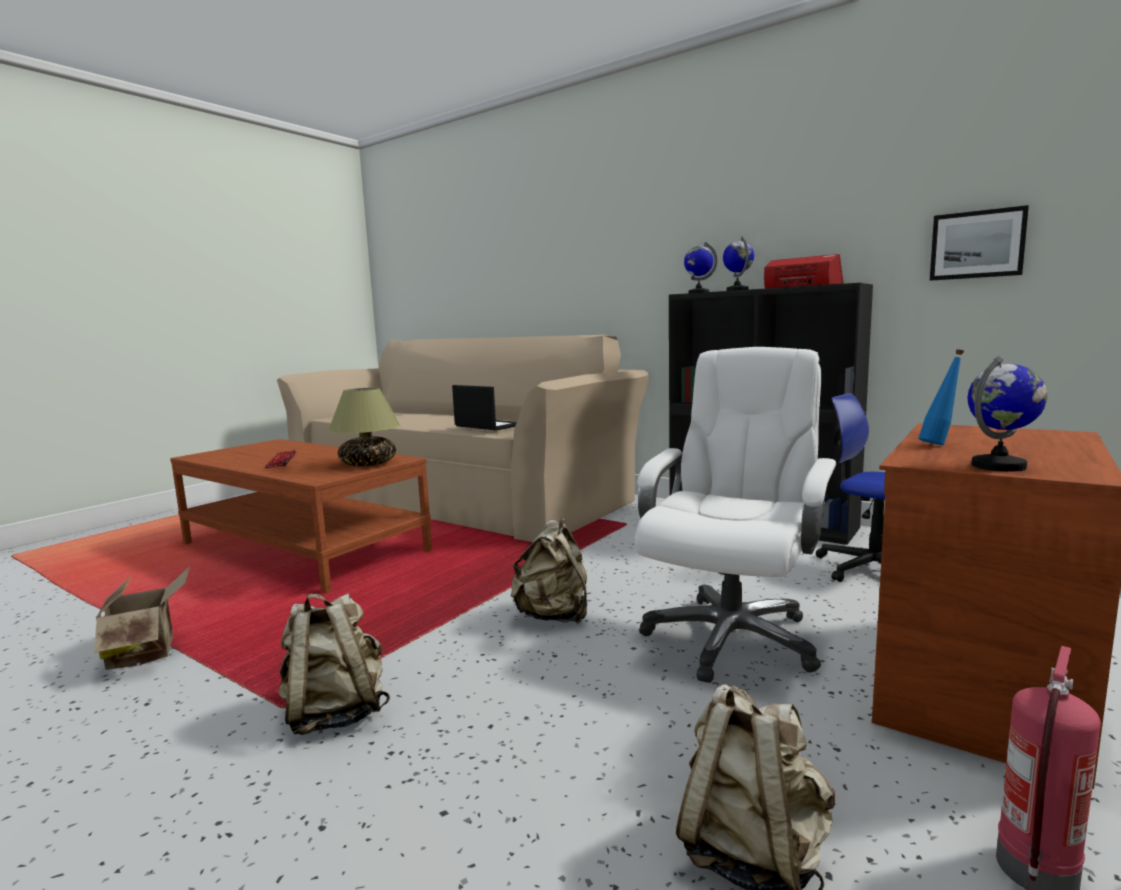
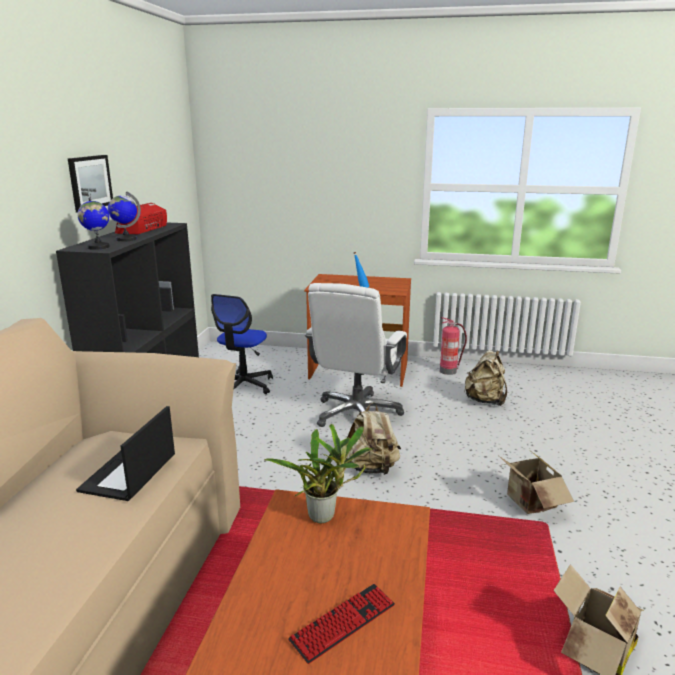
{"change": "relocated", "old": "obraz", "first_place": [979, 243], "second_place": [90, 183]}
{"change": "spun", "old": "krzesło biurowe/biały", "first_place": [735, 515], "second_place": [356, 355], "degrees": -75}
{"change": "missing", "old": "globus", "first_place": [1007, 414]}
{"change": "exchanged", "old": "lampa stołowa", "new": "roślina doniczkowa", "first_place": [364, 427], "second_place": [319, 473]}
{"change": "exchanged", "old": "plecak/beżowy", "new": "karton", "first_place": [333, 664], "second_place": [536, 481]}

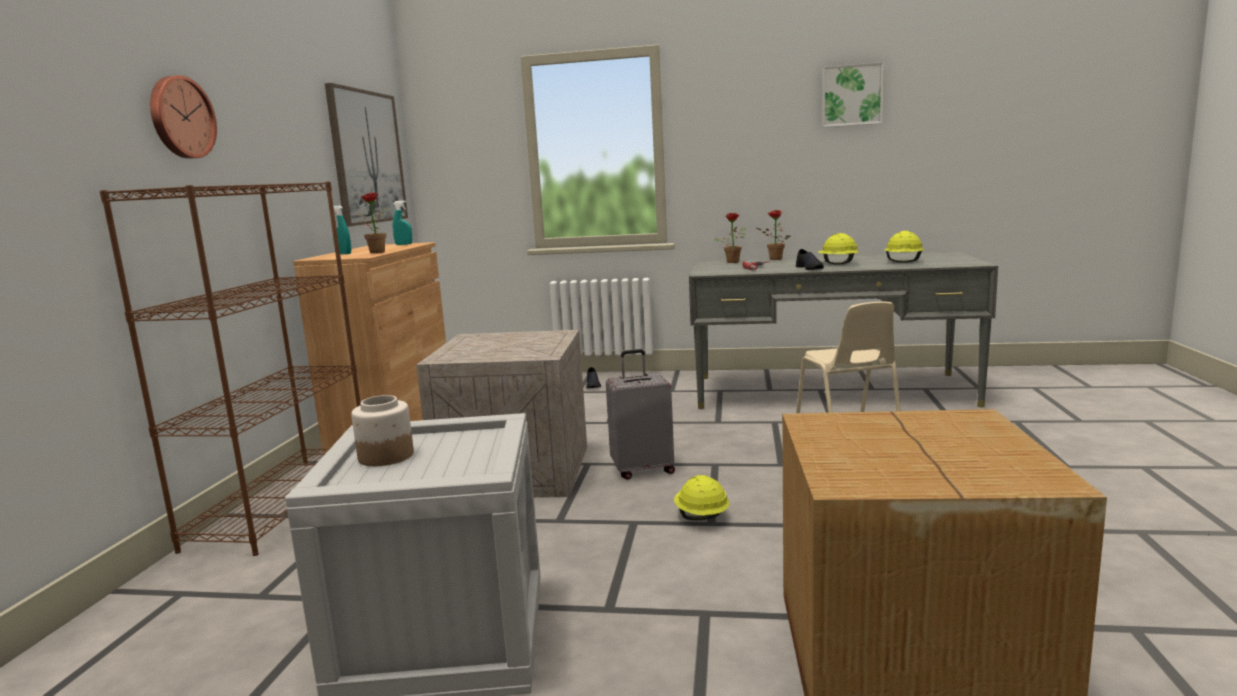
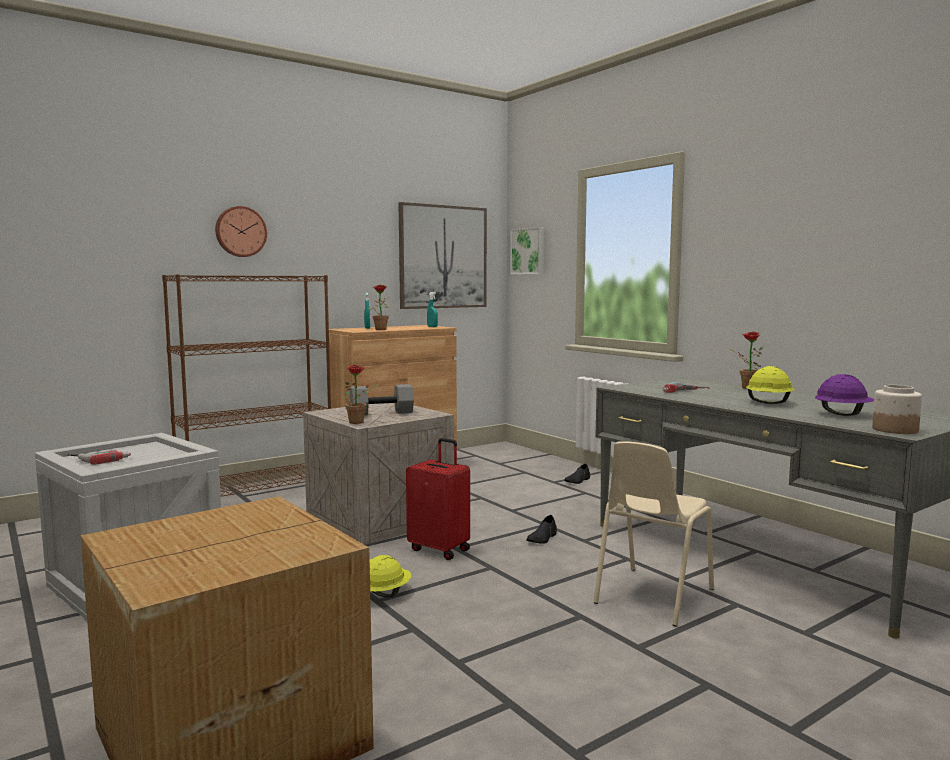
{"change": "relocated", "old": "obraz", "first_place": [853, 95], "second_place": [527, 251]}
{"change": "relocated", "old": "roślina doniczkowa", "first_place": [730, 238], "second_place": [361, 394]}
{"change": "colour", "old": "kask/żółty", "new": "kask/fioletowy", "first_place": [904, 247], "second_place": [844, 395]}
{"change": "relocated", "old": "but/czarny", "first_place": [810, 259], "second_place": [541, 529]}
{"change": "colour", "old": "walizka/szary", "new": "walizka/czerwony", "first_place": [640, 414], "second_place": [438, 499]}
{"change": "relocated", "old": "słoik", "first_place": [382, 430], "second_place": [897, 409]}
{"change": "appeared", "new": "hantel/szary", "second_place": [382, 399]}
{"change": "appeared", "new": "wiertarka", "second_place": [99, 457]}

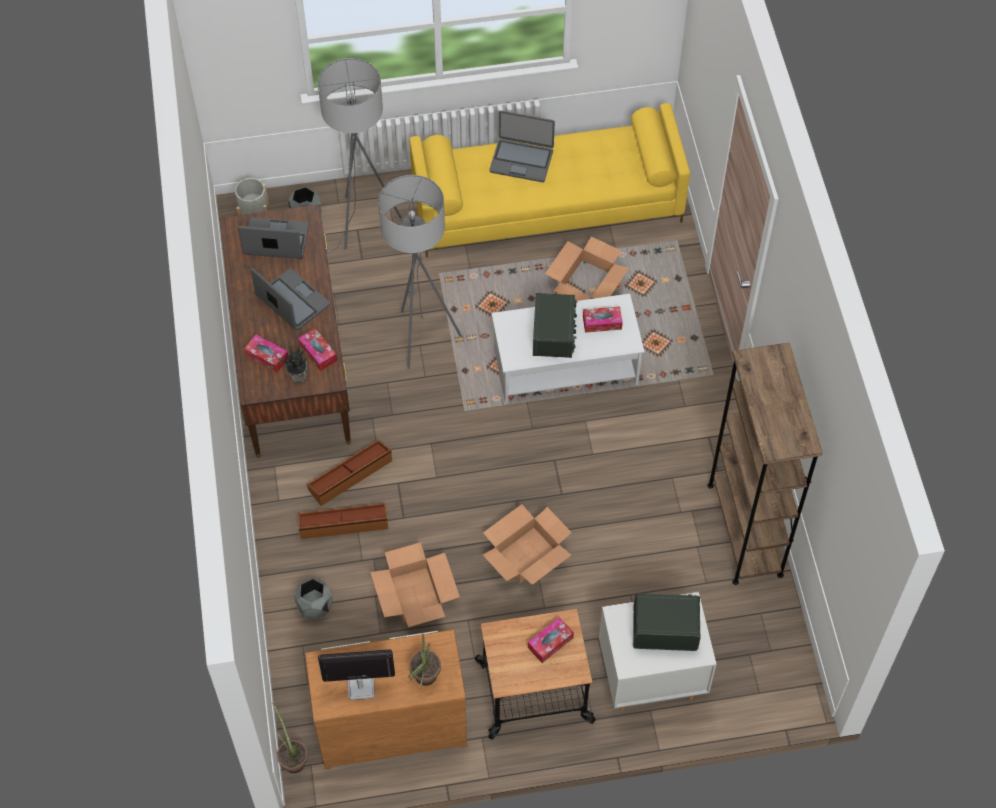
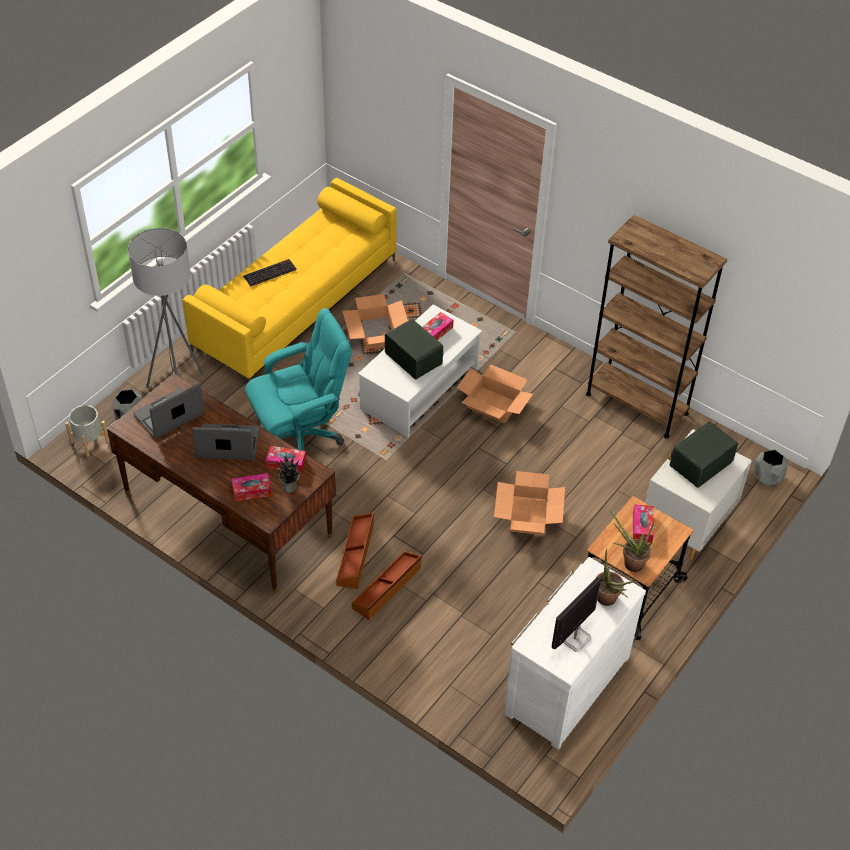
{"change": "exchanged", "old": "laptop", "new": "klawiatura", "first_place": [522, 146], "second_place": [270, 273]}
{"change": "exchanged", "old": "lampa stojąca/szary", "new": "krzesło biurowe/turkusowy", "first_place": [420, 272], "second_place": [298, 379]}
{"change": "relocated", "old": "karton", "first_place": [415, 584], "second_place": [494, 393]}
{"change": "relocated", "old": "donica/szary", "first_place": [313, 598], "second_place": [770, 468]}
{"change": "colour", "old": "komoda/brązowy", "new": "komoda/biały", "first_place": [386, 700], "second_place": [575, 653]}
{"change": "relocated", "old": "roślina doniczkowa", "first_place": [290, 738], "second_place": [632, 541]}

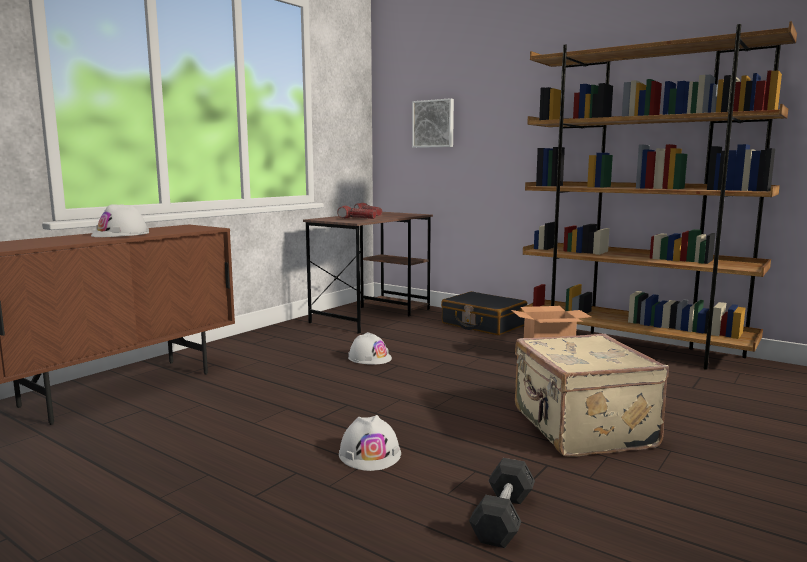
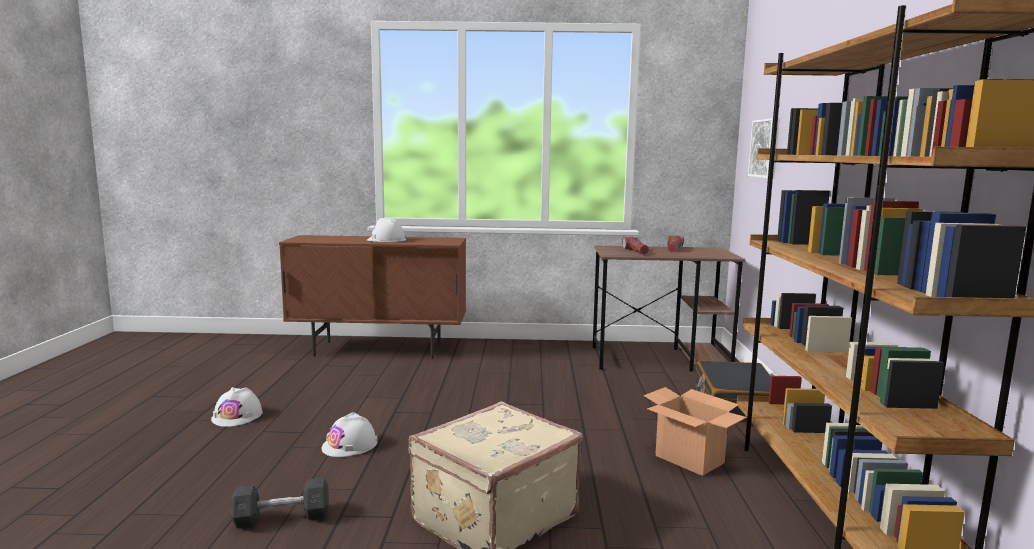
{"change": "relocated", "old": "kask/biały", "first_place": [370, 348], "second_place": [237, 407]}

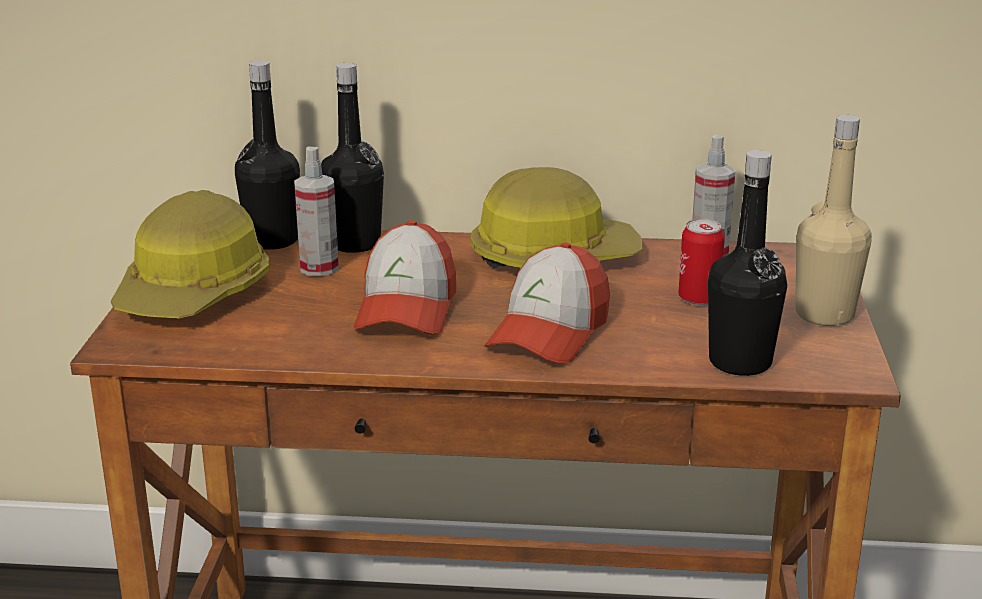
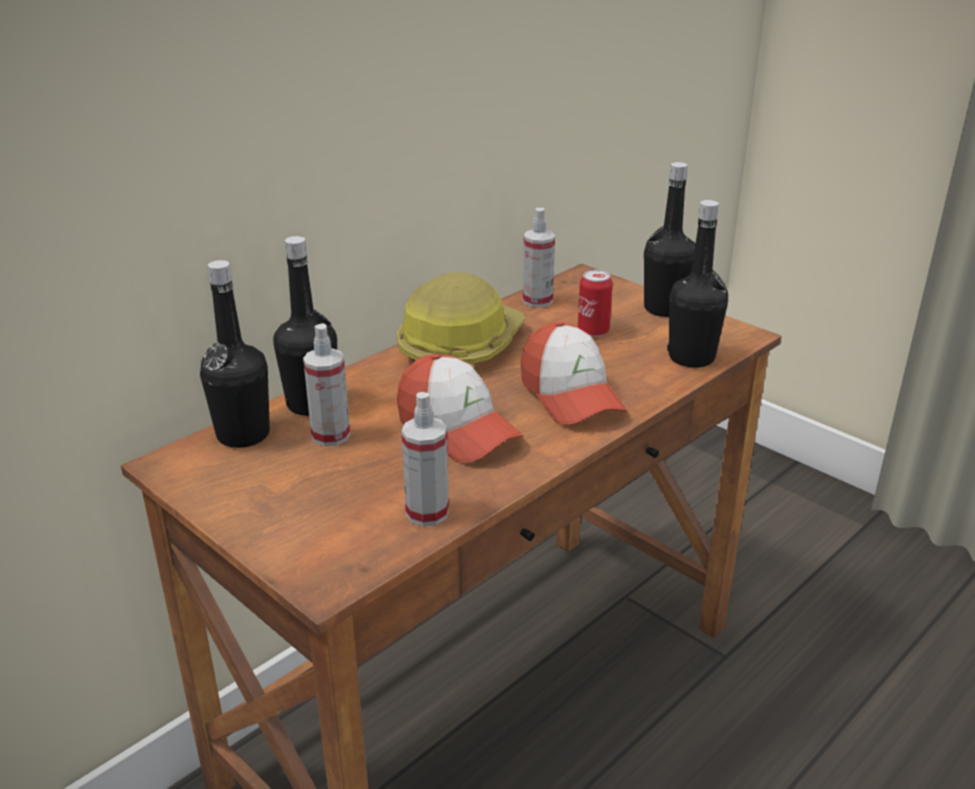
{"change": "colour", "old": "butelka/beżowy", "new": "butelka/czarny", "first_place": [833, 220], "second_place": [669, 239]}
{"change": "missing", "old": "kask", "first_place": [190, 254]}
{"change": "appeared", "new": "spryskiwacz", "second_place": [425, 459]}

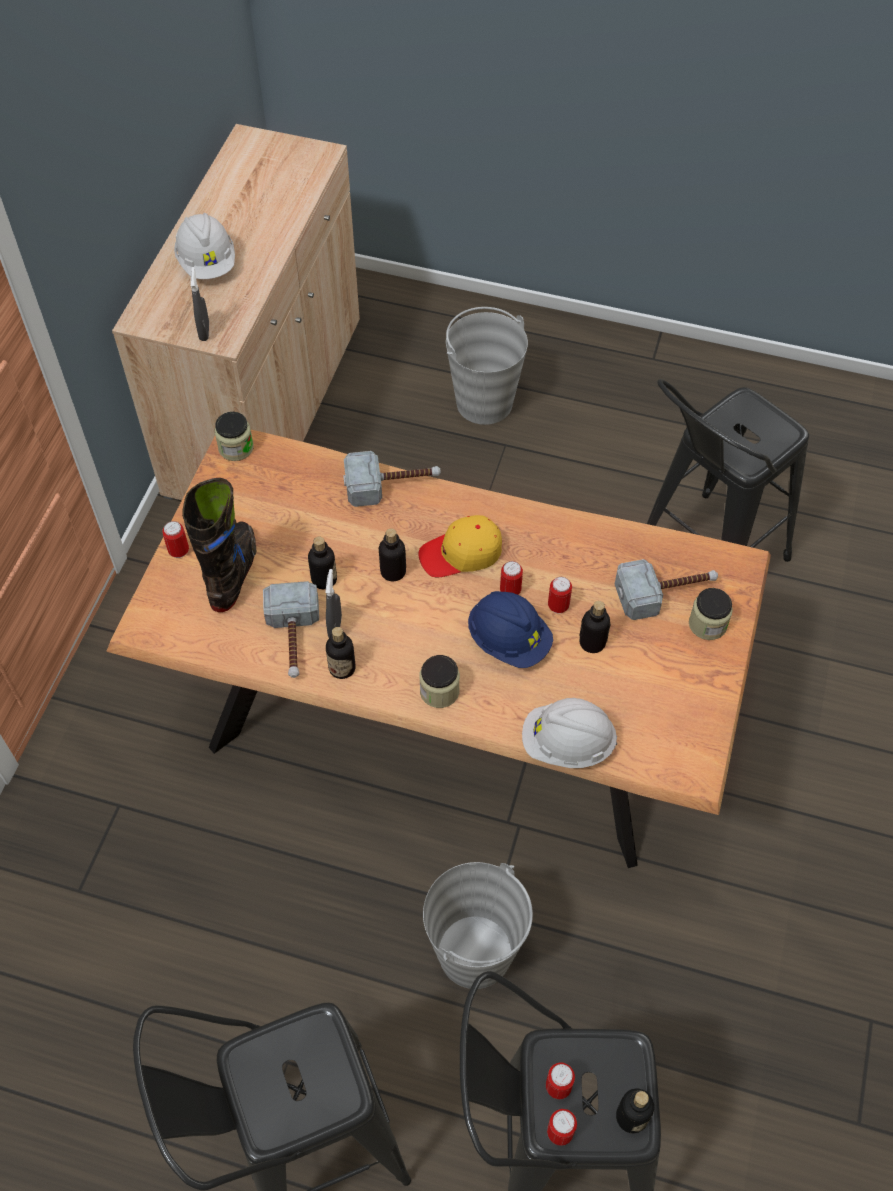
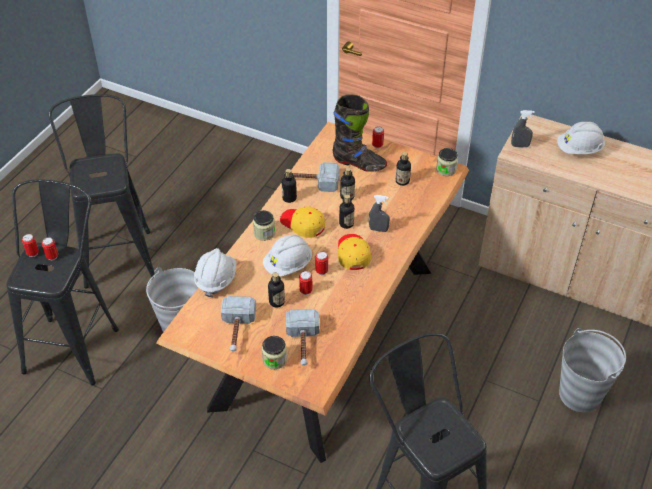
{"change": "relocated", "old": "młotek", "first_place": [392, 479], "second_place": [238, 324]}
{"change": "relocated", "old": "spryskiwacz/szary", "first_place": [333, 603], "second_place": [379, 213]}
{"change": "colour", "old": "kask/niebieski", "new": "kask/biały", "first_place": [510, 629], "second_place": [287, 255]}
{"change": "relocated", "old": "butelka", "first_place": [635, 1110], "second_place": [403, 169]}
{"change": "appeared", "new": "czapka z daszkiem/żółty", "second_place": [302, 222]}

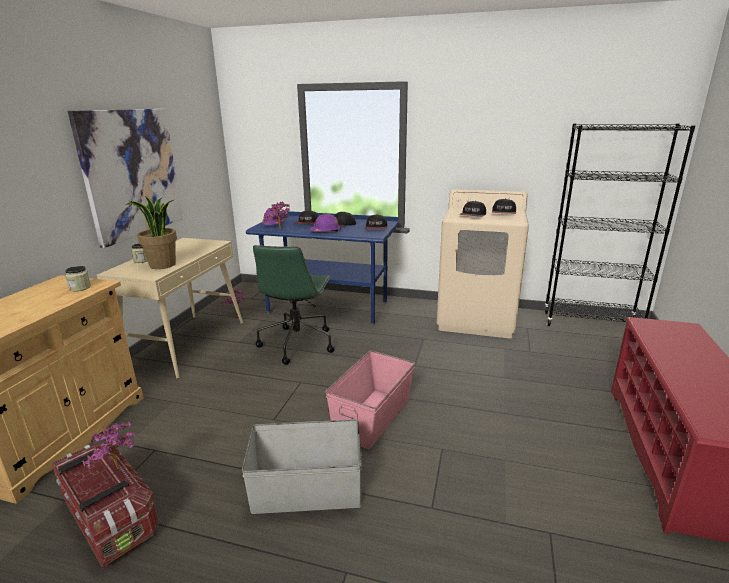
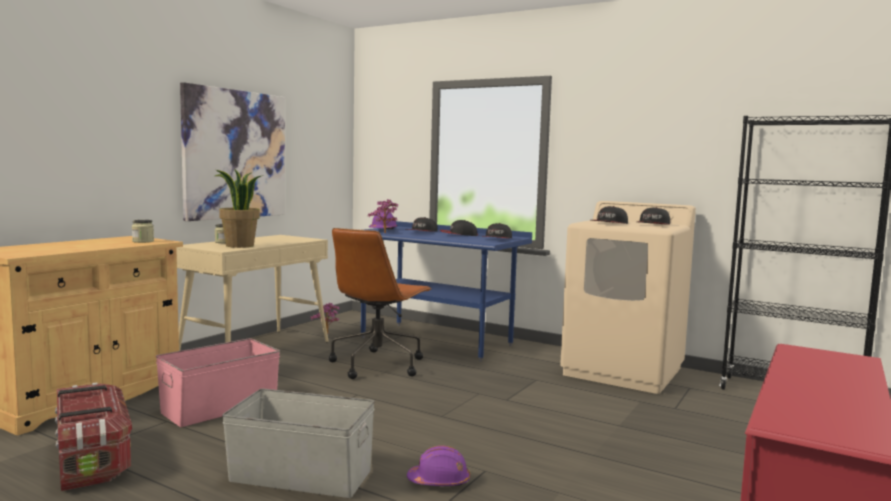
{"change": "relocated", "old": "kask/fioletowy", "first_place": [325, 223], "second_place": [438, 465]}
{"change": "colour", "old": "krzesło biurowe/zielony", "new": "krzesło biurowe/brązowy", "first_place": [293, 305], "second_place": [380, 303]}
{"change": "relocated", "old": "pojemnik do przechowywania/różowy", "first_place": [370, 400], "second_place": [218, 382]}
{"change": "missing", "old": "roślina doniczkowa", "first_place": [108, 445]}

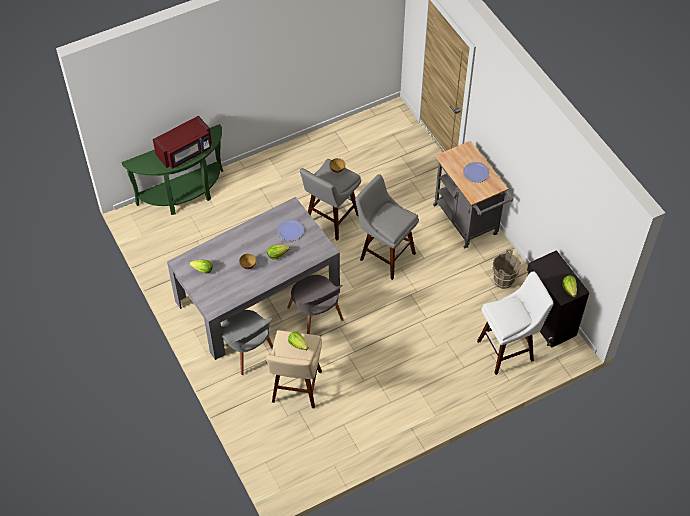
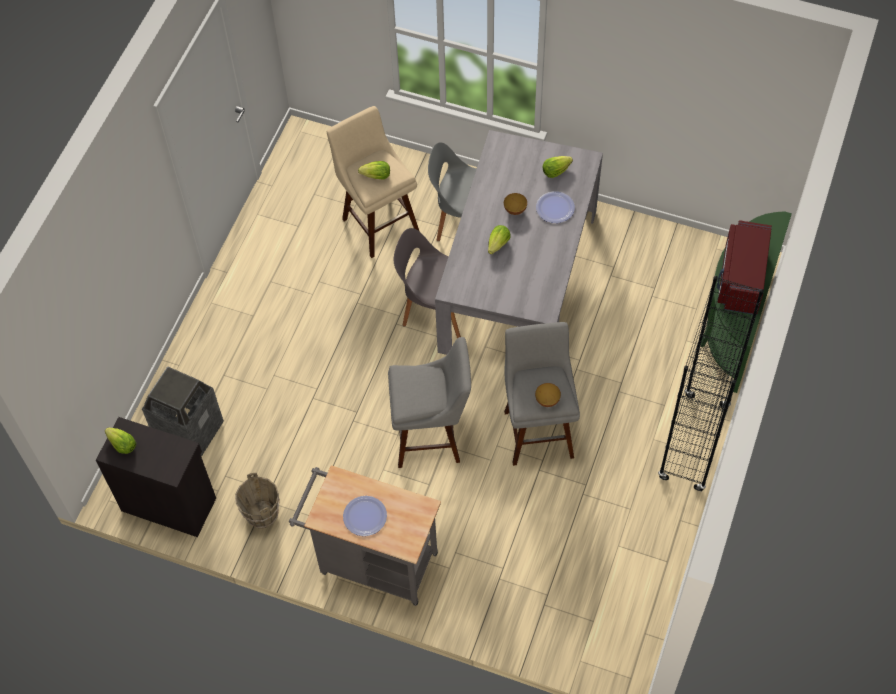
{"change": "relocated", "old": "talerz", "first_place": [290, 230], "second_place": [555, 207]}
{"change": "exchanged", "old": "stołek/biały", "new": "kosz na śmieci", "first_place": [515, 323], "second_place": [183, 411]}
{"change": "appeared", "new": "regał/czarny", "second_place": [711, 384]}

